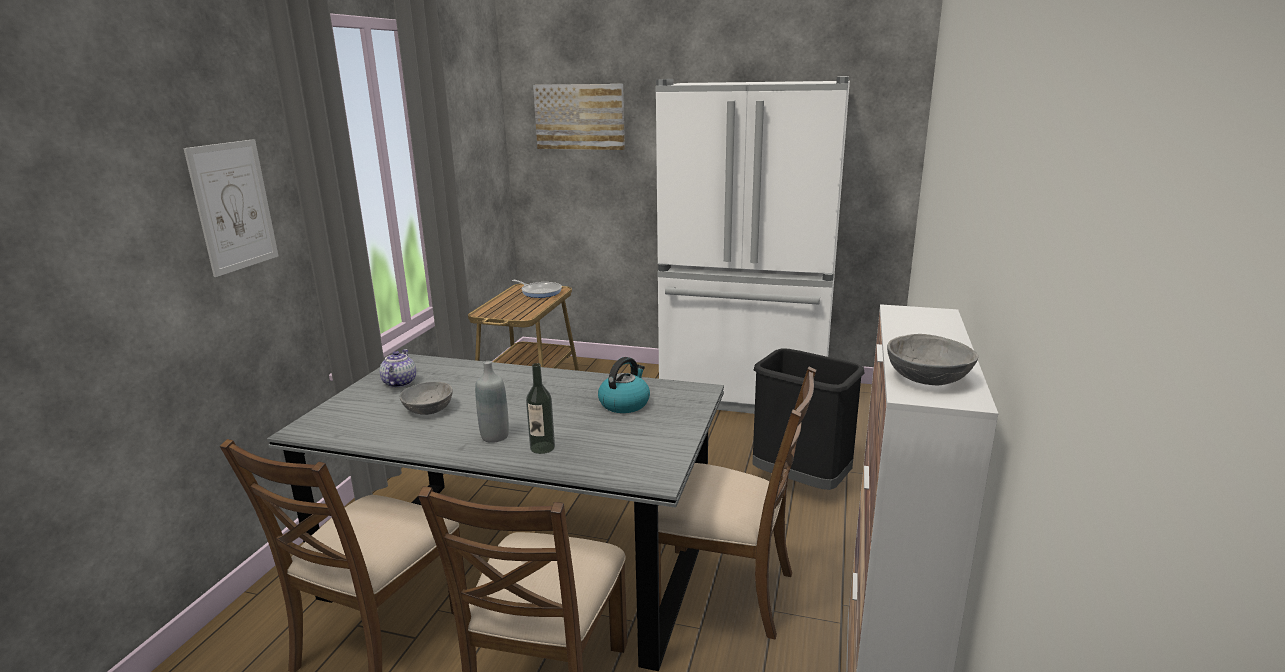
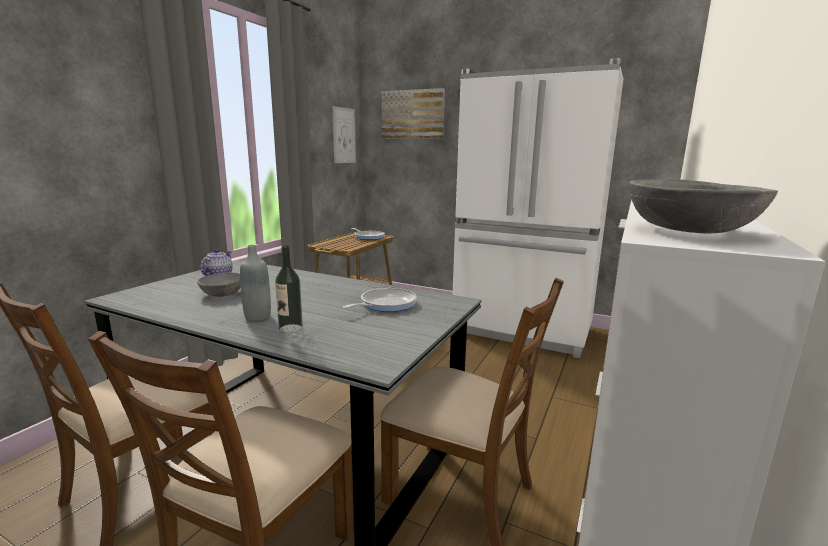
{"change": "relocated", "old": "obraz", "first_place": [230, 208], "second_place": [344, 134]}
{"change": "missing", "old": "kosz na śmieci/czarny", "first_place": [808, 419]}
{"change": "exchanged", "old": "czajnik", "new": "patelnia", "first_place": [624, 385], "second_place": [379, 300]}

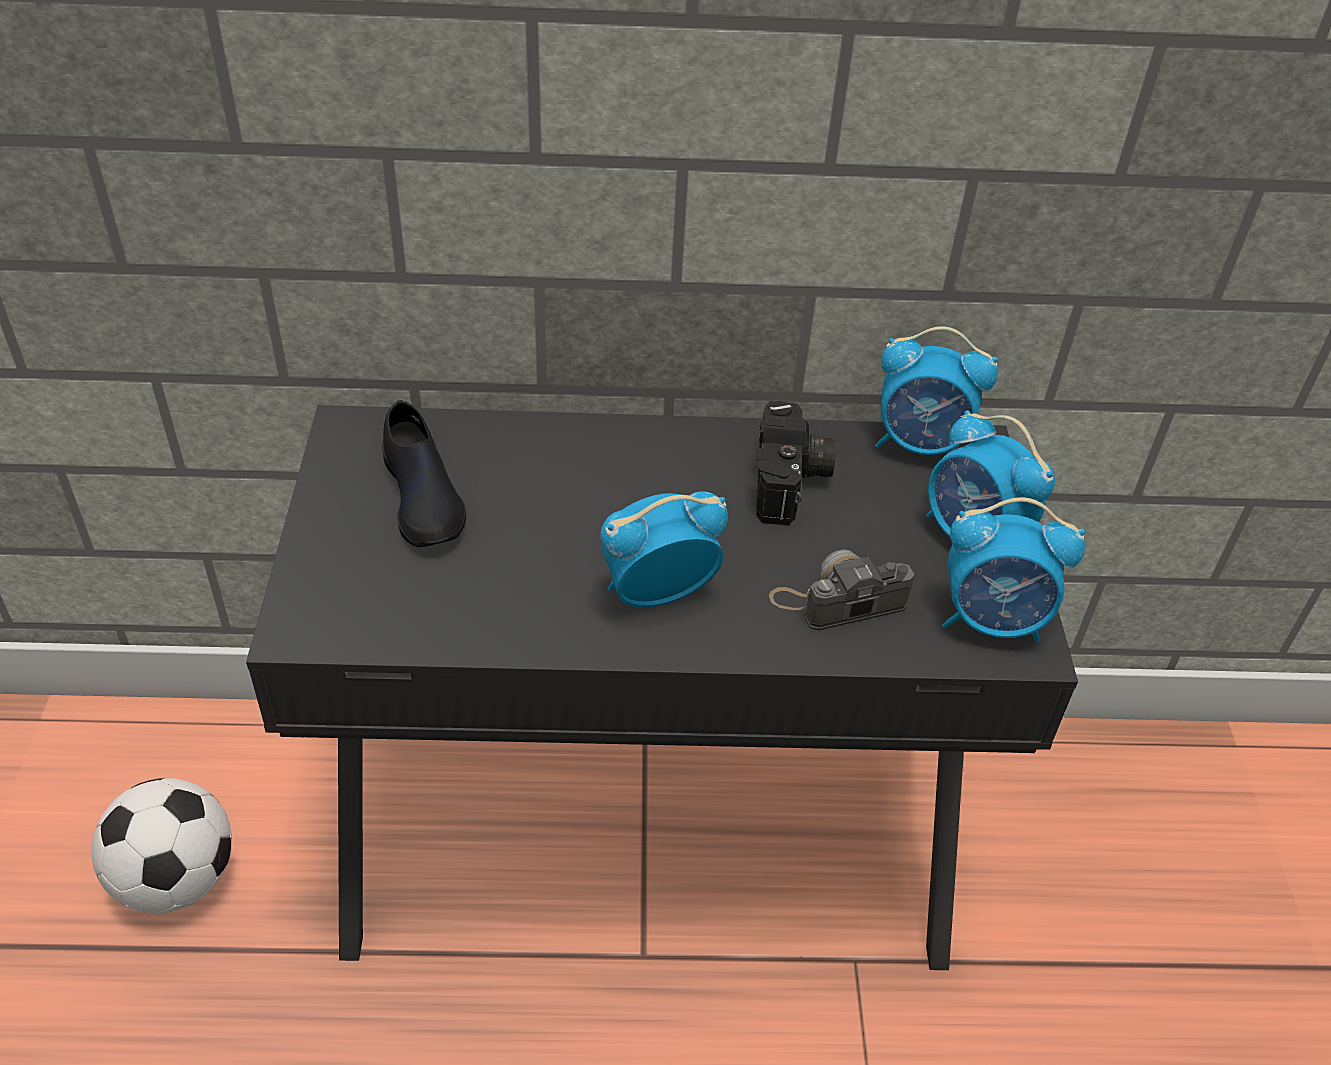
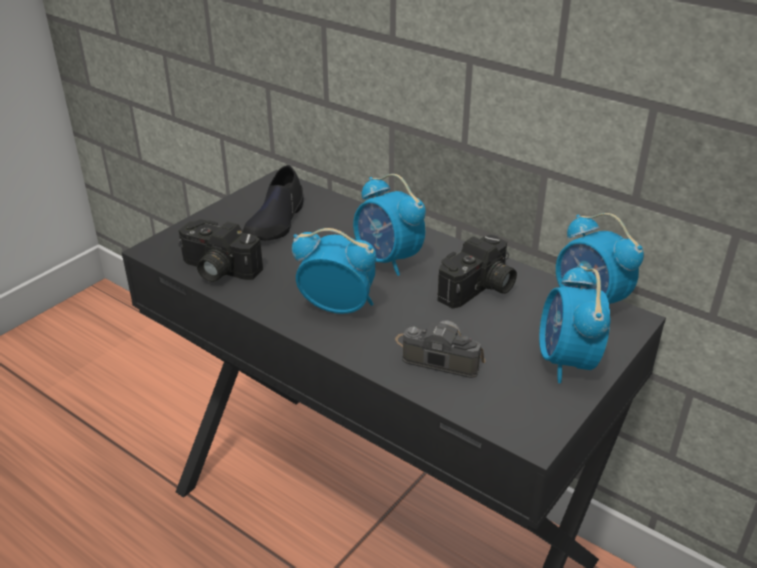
{"change": "relocated", "old": "budzik", "first_place": [1013, 569], "second_place": [389, 225]}
{"change": "missing", "old": "piłka futbolowa", "first_place": [162, 845]}
{"change": "appeared", "new": "aparat fotograficzny", "second_place": [220, 250]}

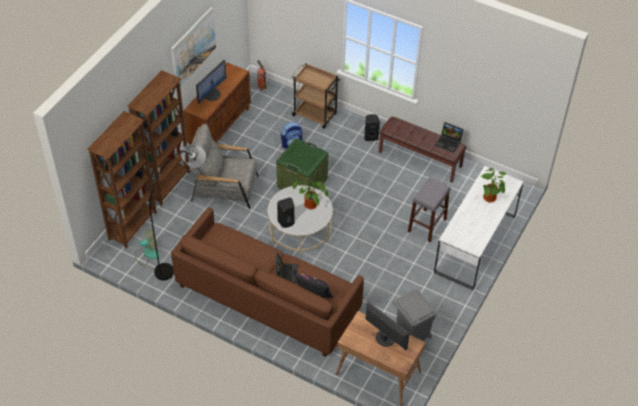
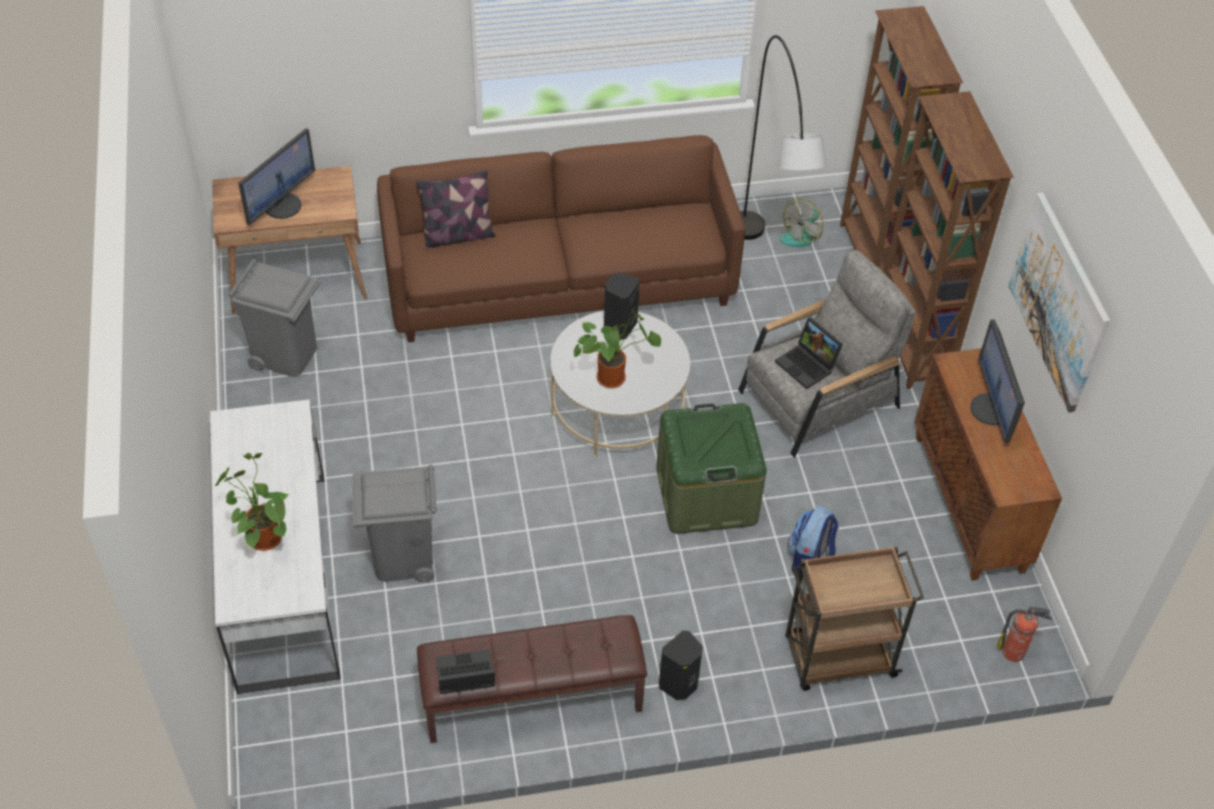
{"change": "exchanged", "old": "stołek/szary", "new": "kosz na śmieci/szary", "first_place": [429, 209], "second_place": [394, 523]}
{"change": "relocated", "old": "laptop", "first_place": [287, 268], "second_place": [809, 353]}
{"change": "spun", "old": "monitor", "first_place": [387, 326], "second_place": [276, 176], "degrees": -60}

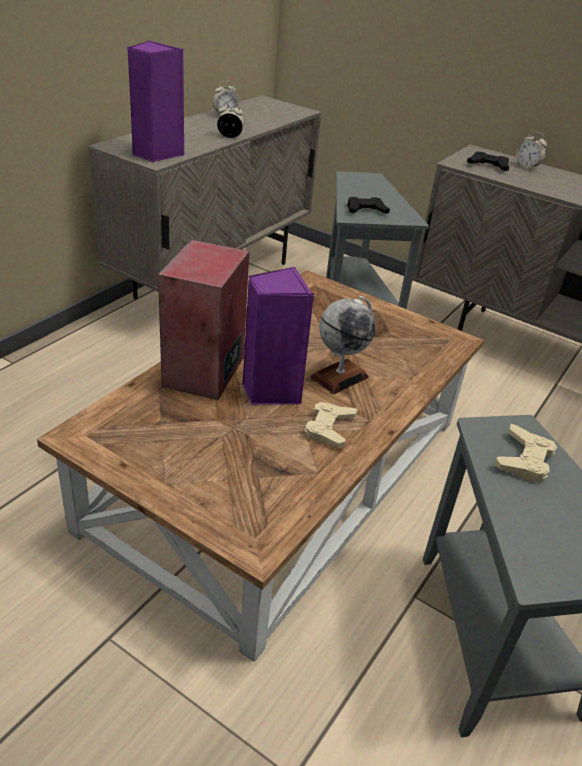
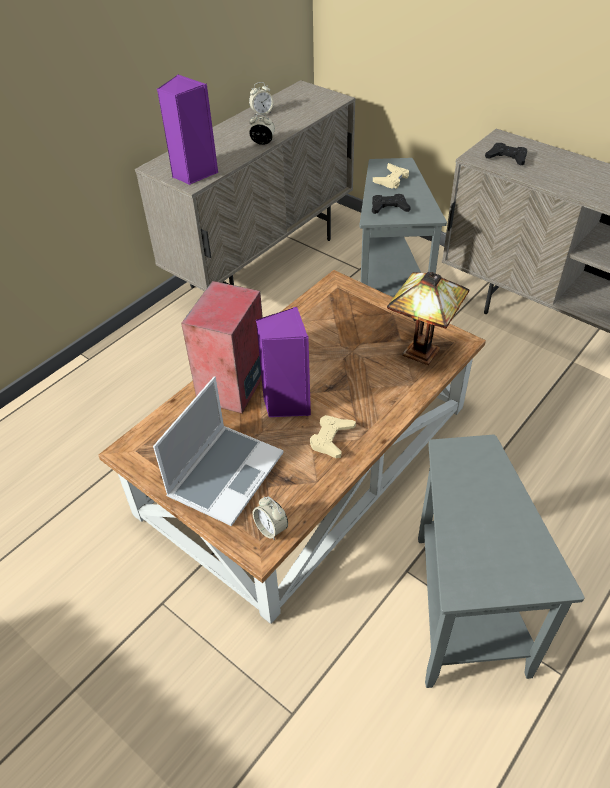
{"change": "relocated", "old": "budzik", "first_place": [531, 151], "second_place": [270, 518]}
{"change": "missing", "old": "globus", "first_place": [343, 345]}
{"change": "relocated", "old": "pad do gier/beżowy", "first_place": [525, 453], "second_place": [391, 176]}
{"change": "appeared", "new": "lampa stołowa", "second_place": [428, 318]}
{"change": "appeared", "new": "laptop", "second_place": [218, 451]}

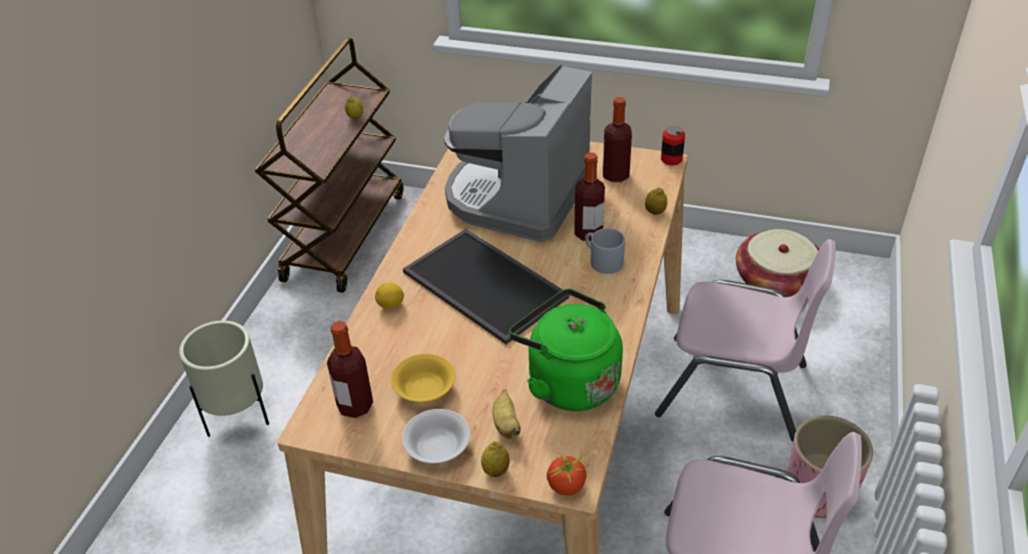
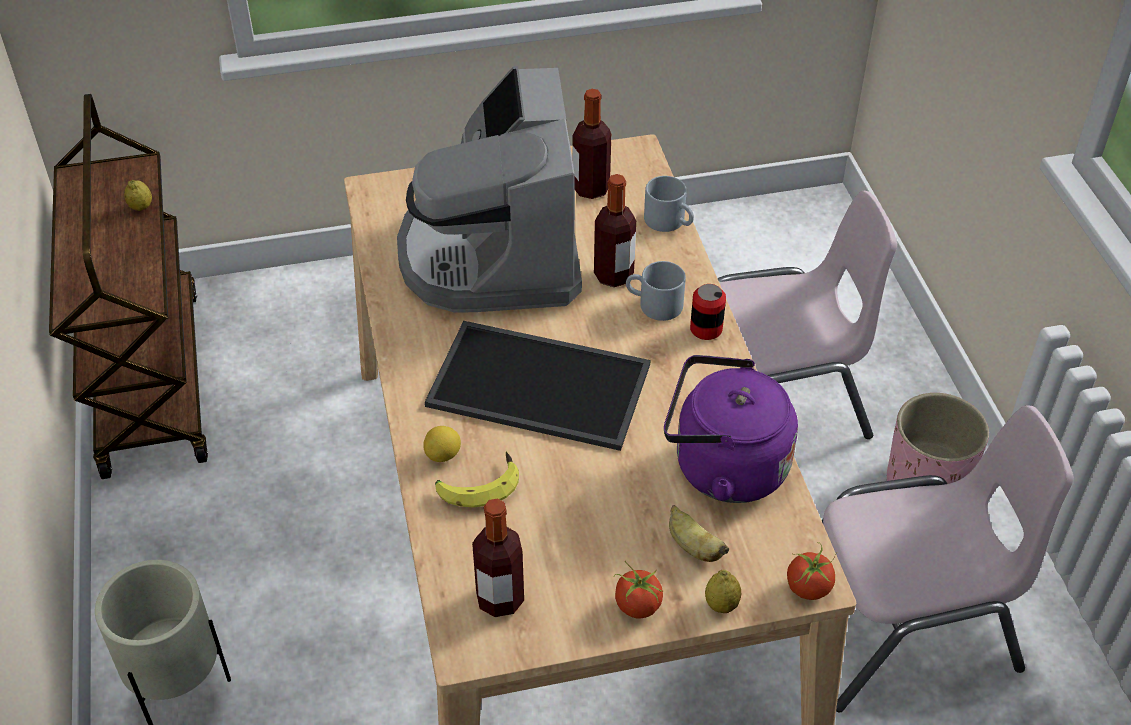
{"change": "relocated", "old": "puszka", "first_place": [673, 145], "second_place": [708, 312]}
{"change": "exchanged", "old": "cytryna", "new": "kubek/szary", "first_place": [656, 201], "second_place": [669, 204]}
{"change": "missing", "old": "koszyk", "first_place": [777, 263]}
{"change": "colour", "old": "czajnik/zielony", "new": "czajnik/fioletowy", "first_place": [566, 350], "second_place": [731, 429]}
{"change": "missing", "old": "miska/żółty", "first_place": [423, 378]}
{"change": "exchanged", "old": "miska/biały", "new": "pomidor", "first_place": [436, 436], "second_place": [638, 590]}
{"change": "appeared", "new": "banan", "second_place": [477, 480]}

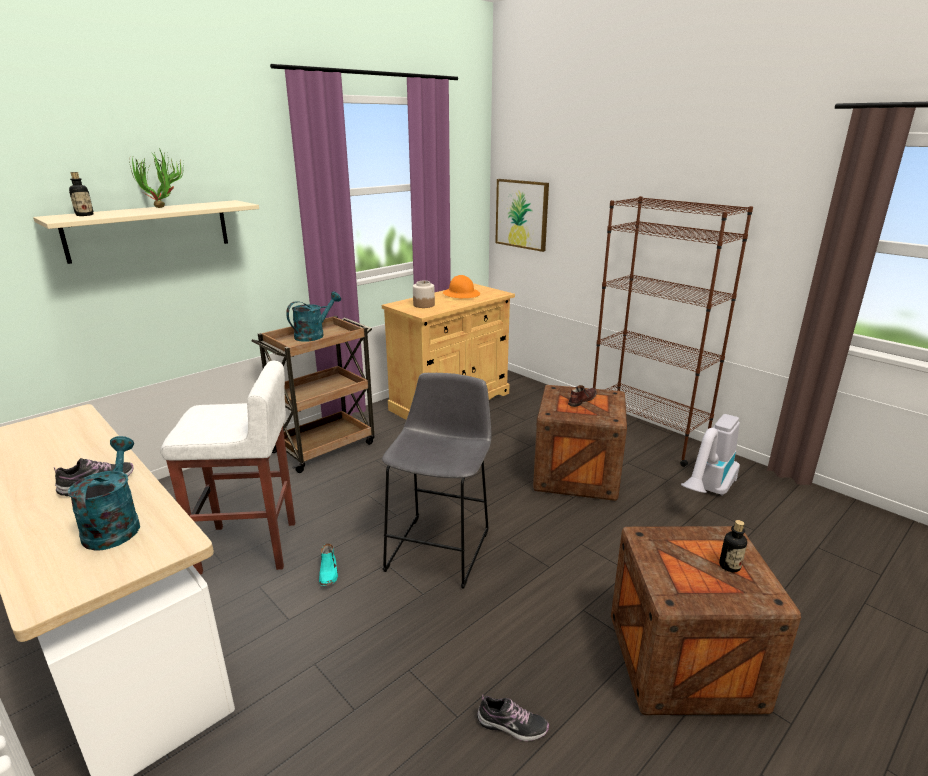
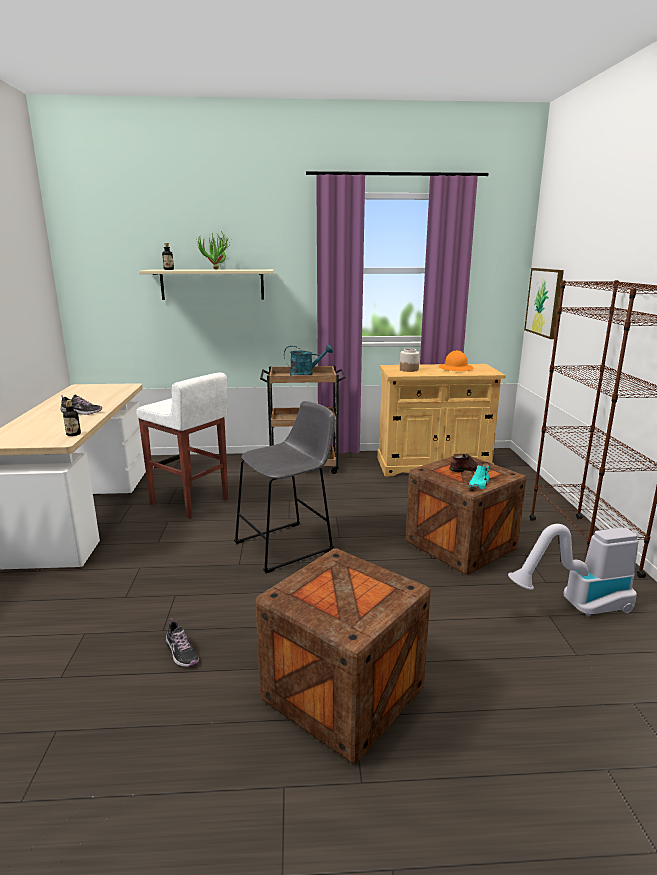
{"change": "missing", "old": "konewka/turkusowy", "first_place": [104, 493]}
{"change": "relocated", "old": "butelka", "first_place": [733, 546], "second_place": [72, 418]}
{"change": "relocated", "old": "but/turkusowy", "first_place": [328, 564], "second_place": [478, 476]}

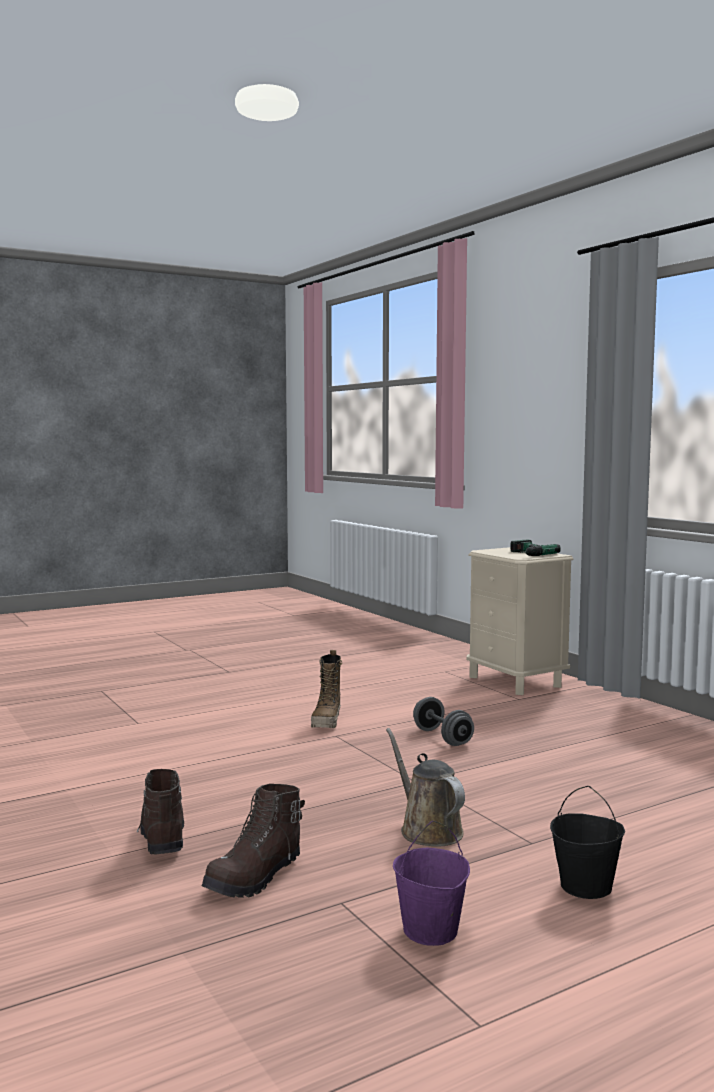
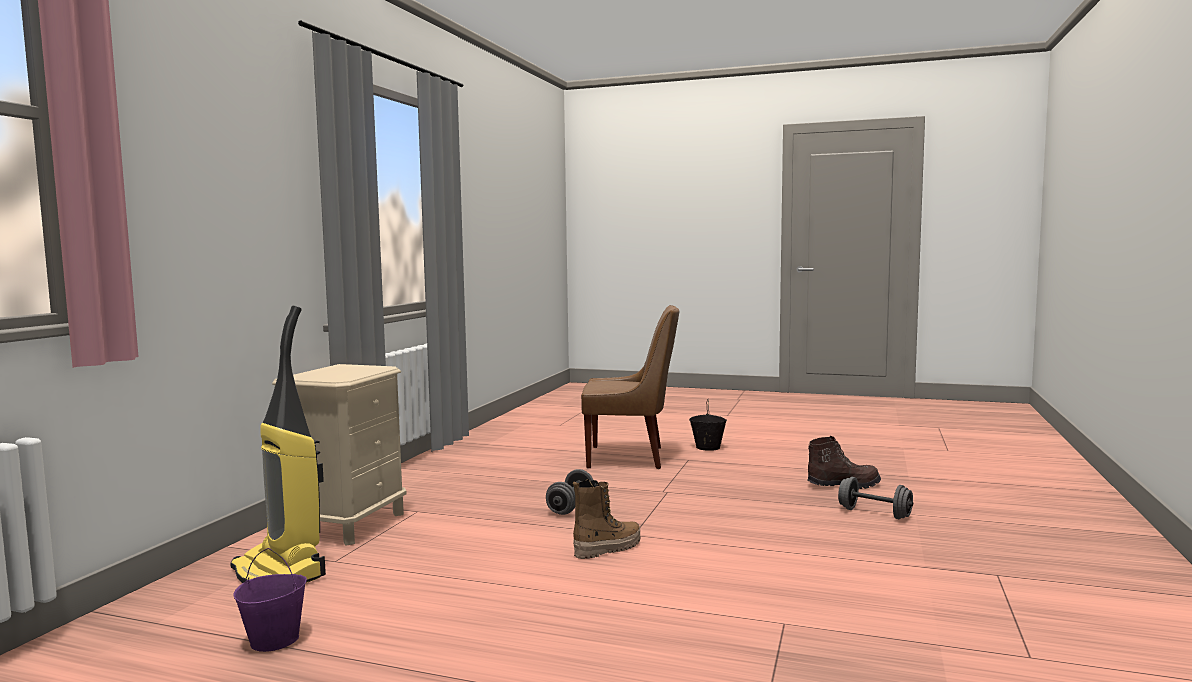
{"change": "missing", "old": "wiertarka", "first_place": [535, 547]}
{"change": "missing", "old": "konewka/brązowy", "first_place": [425, 787]}
{"change": "exchanged", "old": "but z cholewką/brązowy", "new": "hantel/szary", "first_place": [161, 811], "second_place": [875, 498]}
{"change": "relocated", "old": "wiadro/fioletowy", "first_place": [431, 883], "second_place": [270, 600]}
{"change": "appeared", "new": "odkurzacz", "second_place": [278, 444]}
{"change": "appeared", "new": "krzesło/brązowy", "second_place": [630, 387]}

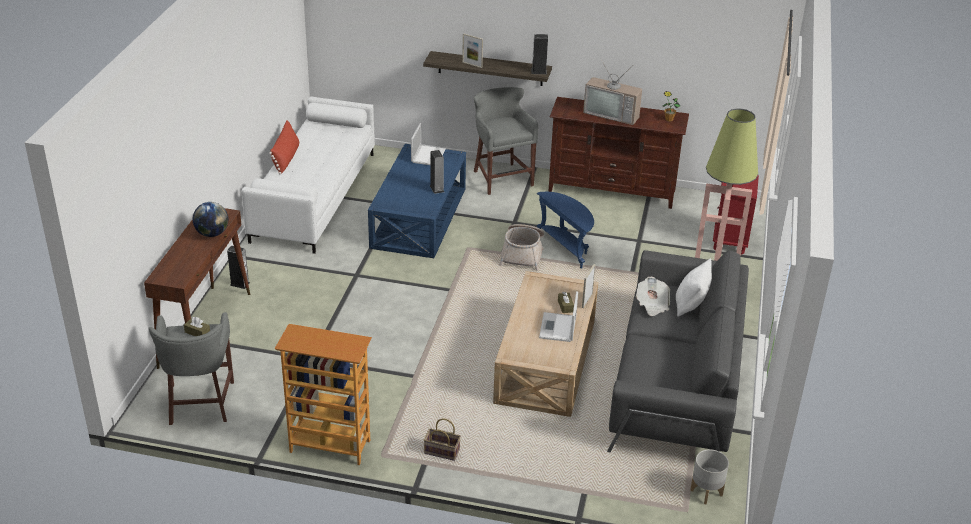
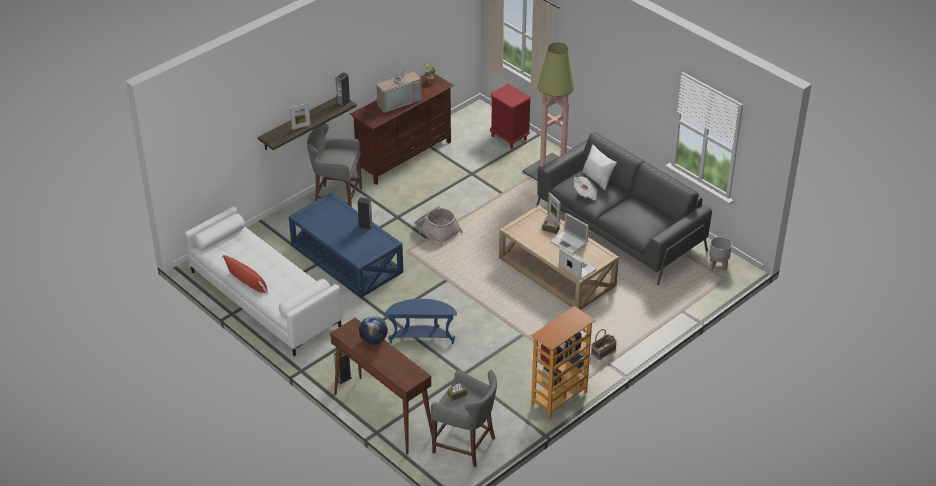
{"change": "relocated", "old": "laptop", "first_place": [428, 144], "second_place": [578, 264]}
{"change": "relocated", "old": "stolik/niebieski", "first_place": [565, 230], "second_place": [421, 321]}

